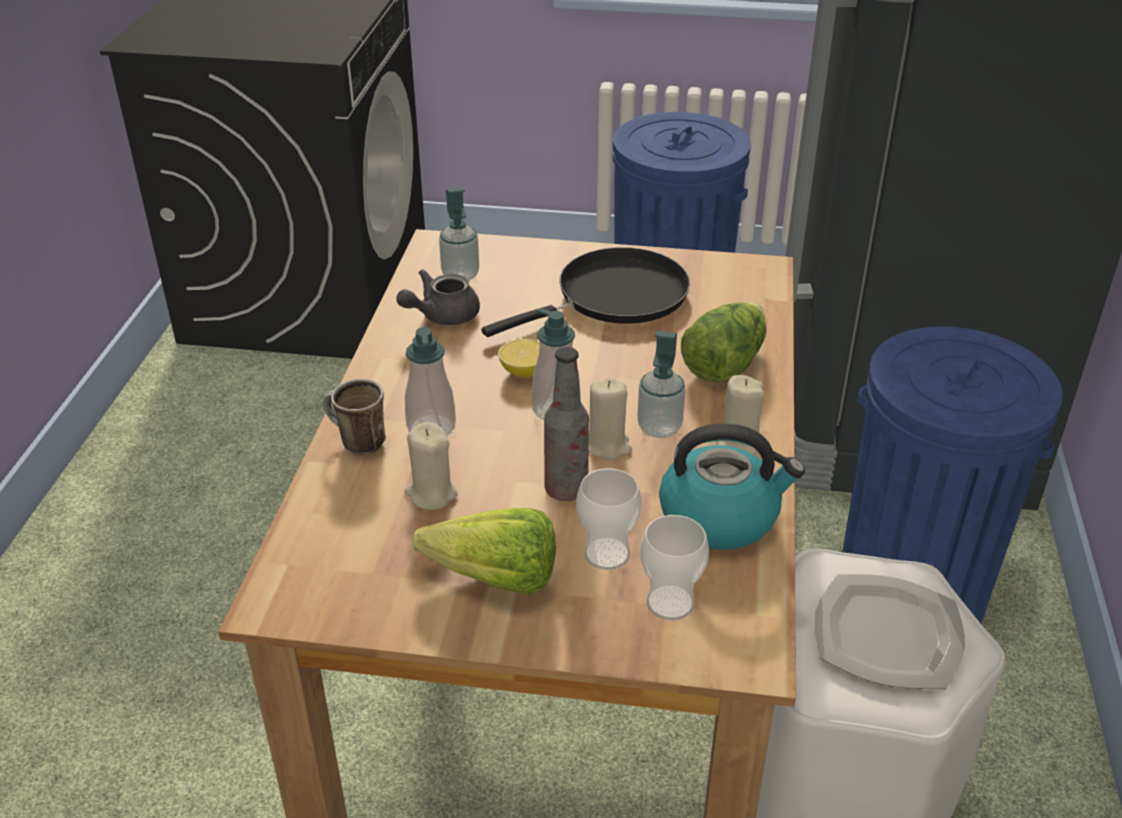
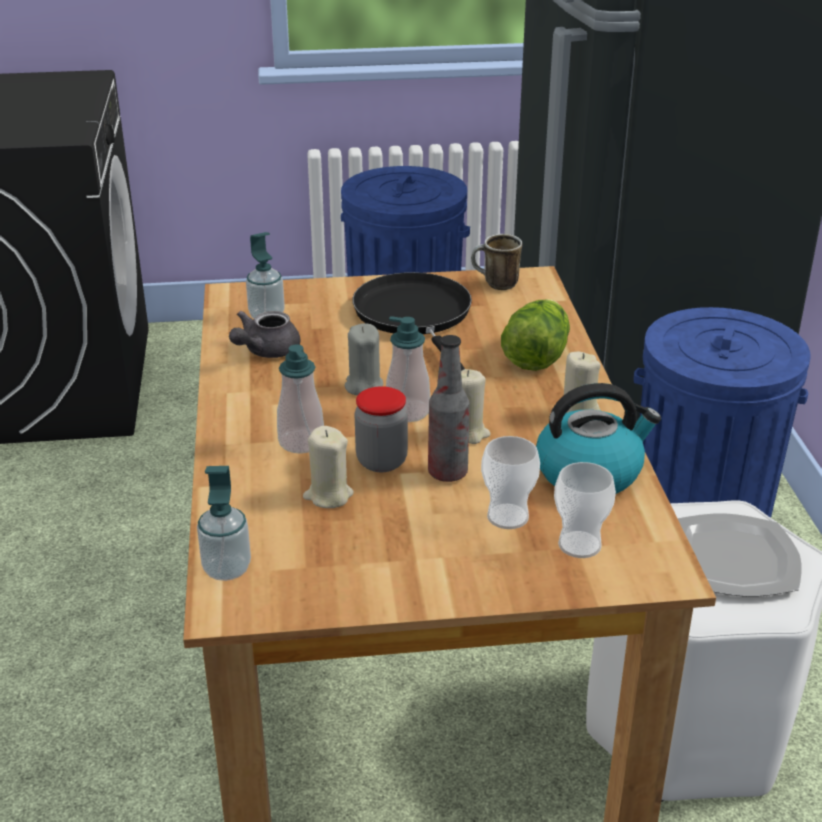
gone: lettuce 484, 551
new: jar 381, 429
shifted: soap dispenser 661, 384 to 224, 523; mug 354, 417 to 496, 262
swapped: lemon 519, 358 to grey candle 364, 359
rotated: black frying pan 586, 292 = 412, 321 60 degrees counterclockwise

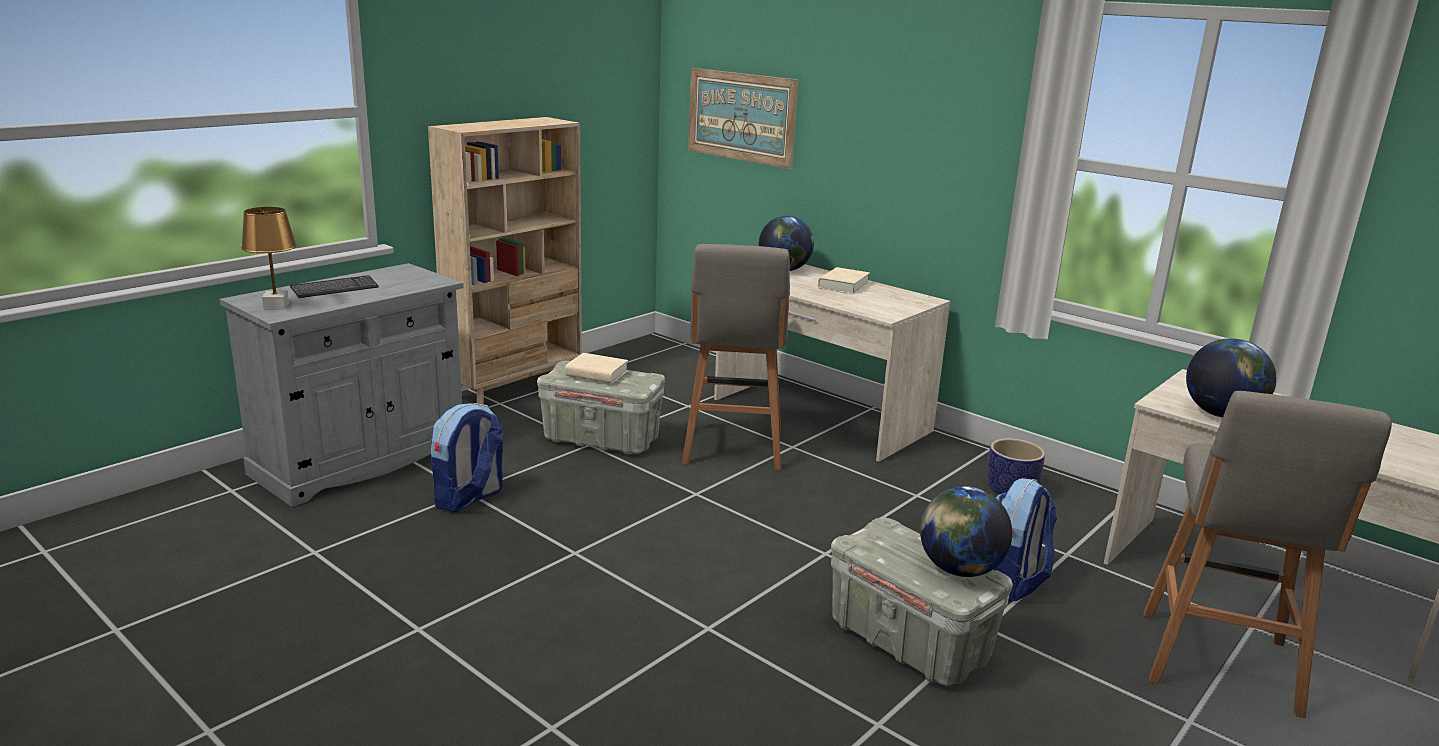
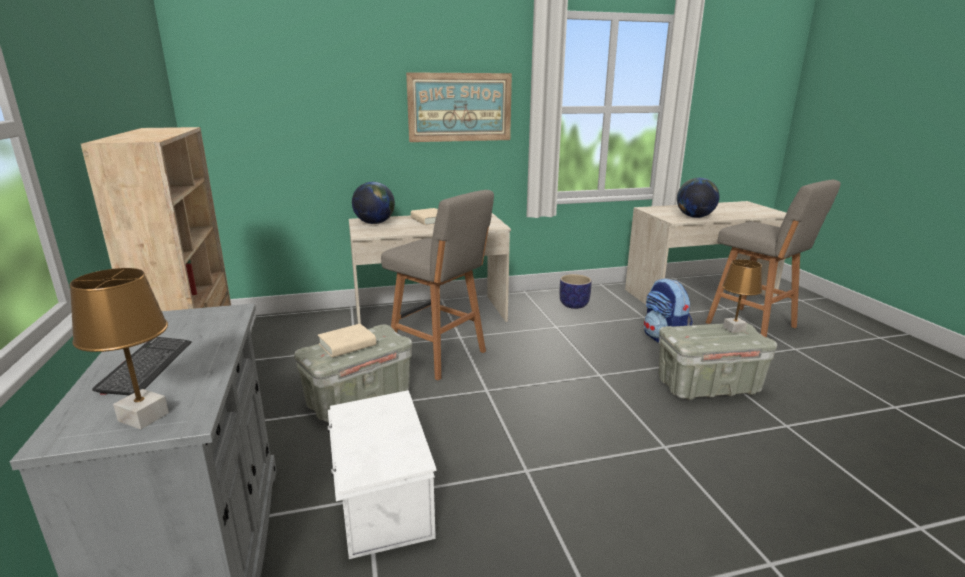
shifted: picture 743, 118 to 459, 107
swapped: backpack 466, 457 to white storage box 382, 474; globe 966, 531 to brown table lamp 742, 296

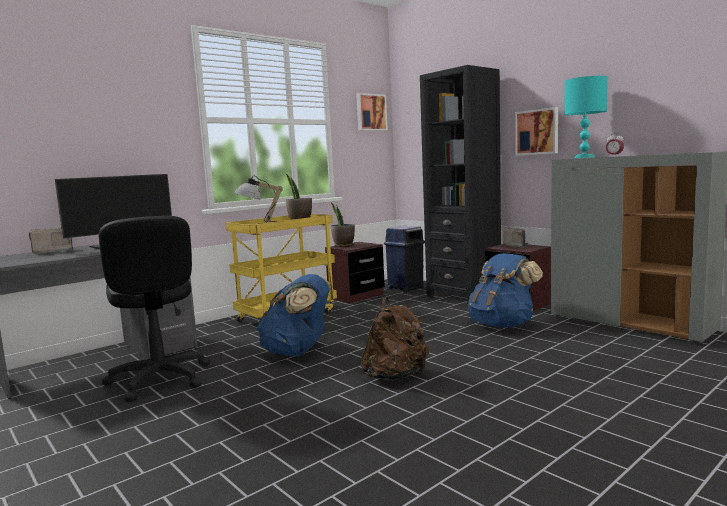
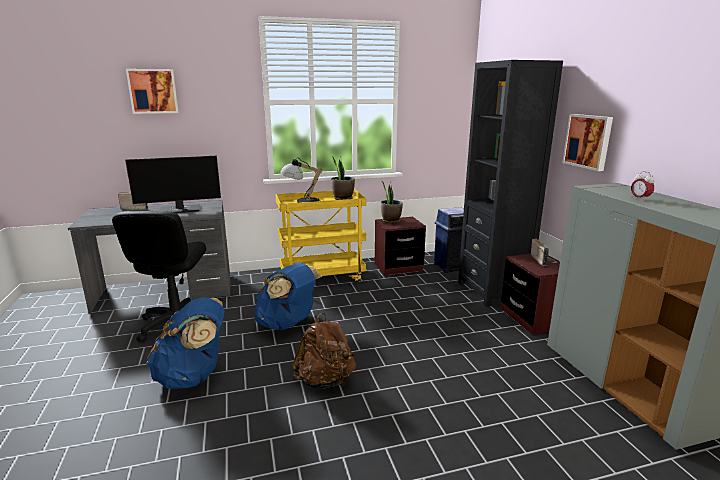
gone: turquoise table lamp 586, 117
shifted: picture 372, 112 to 152, 91; blue backpack 505, 290 to 185, 343

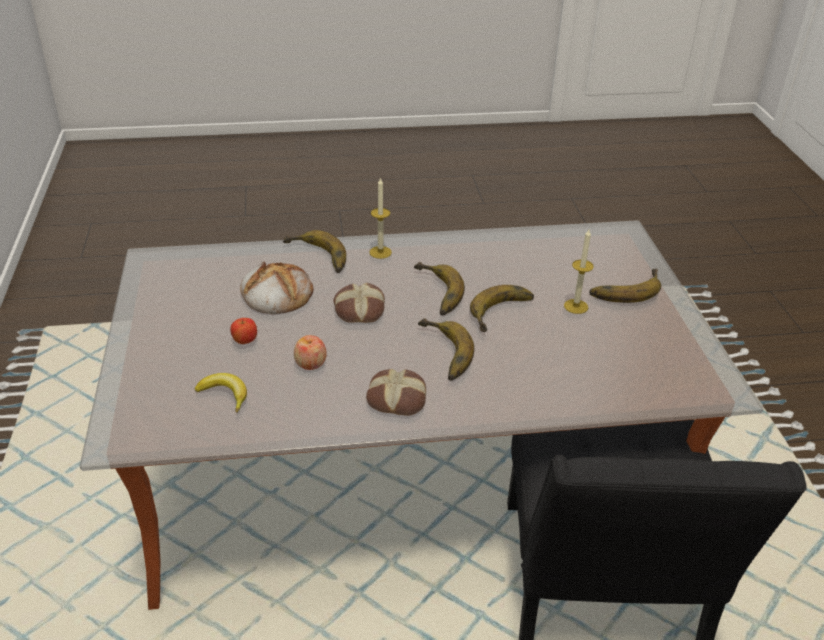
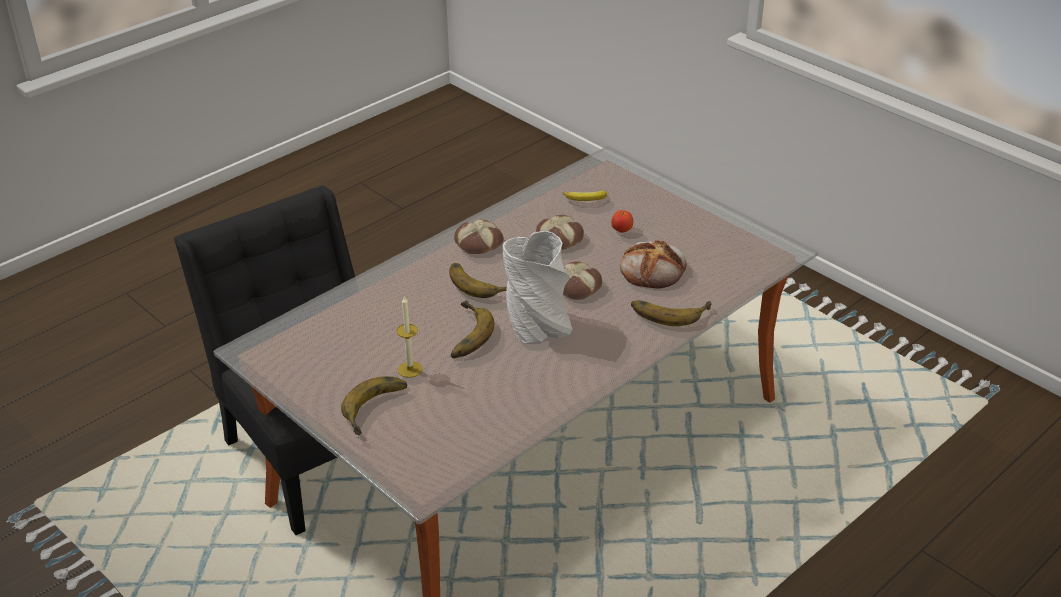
gone: candle 380, 218
swapped: banana 439, 288 to grey vase 538, 287; apple 310, 352 to bread 560, 232

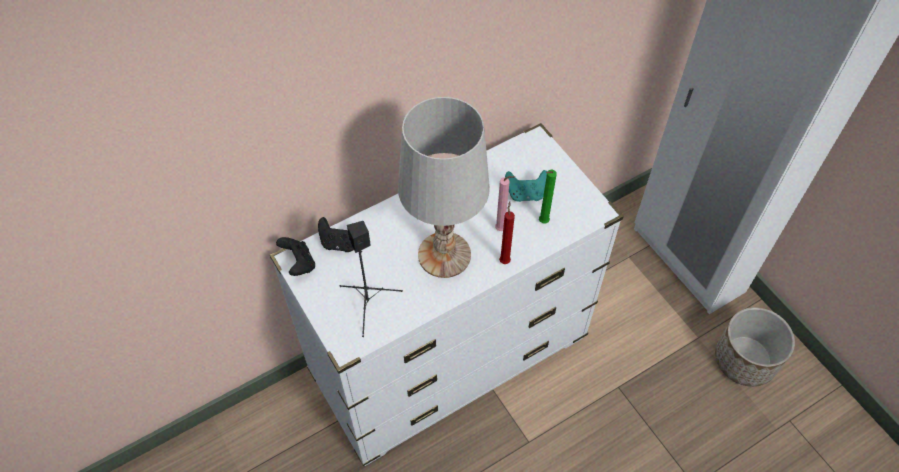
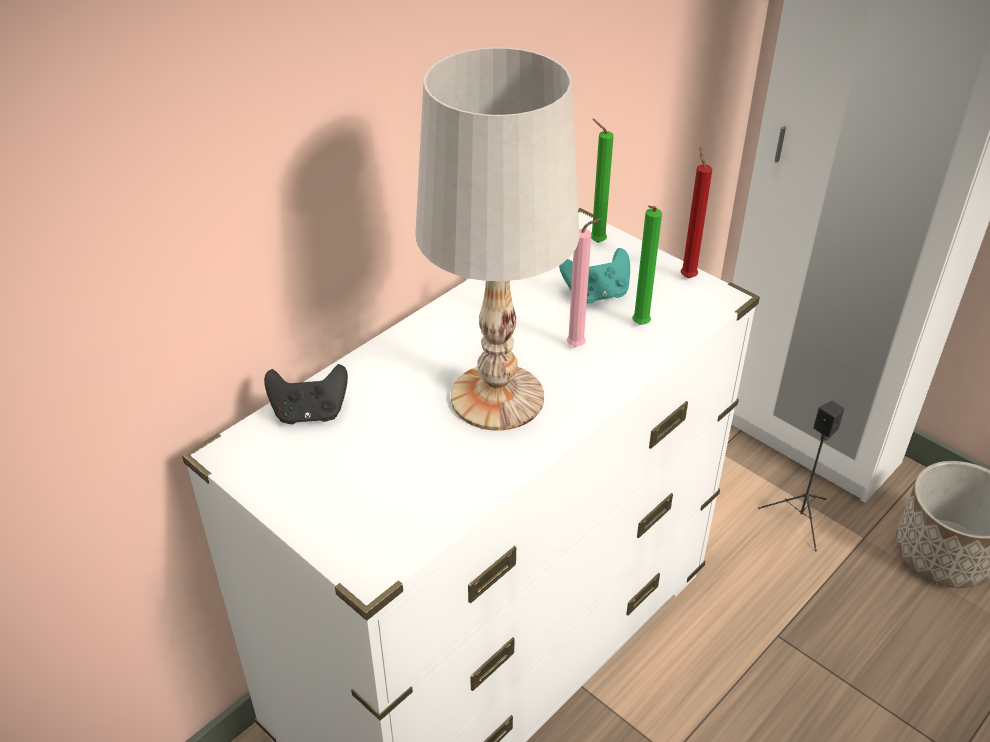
gone: black game controller 295, 256
new: green candle 602, 181
shifted: red candle 507, 232 to 696, 212; black speaker 371, 279 to 801, 476

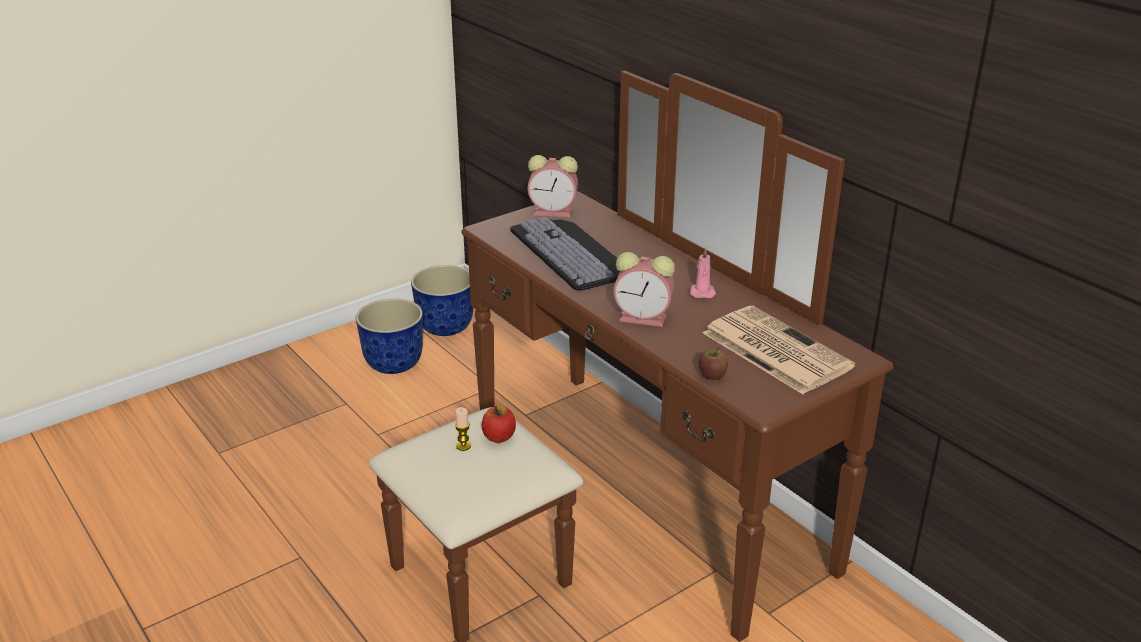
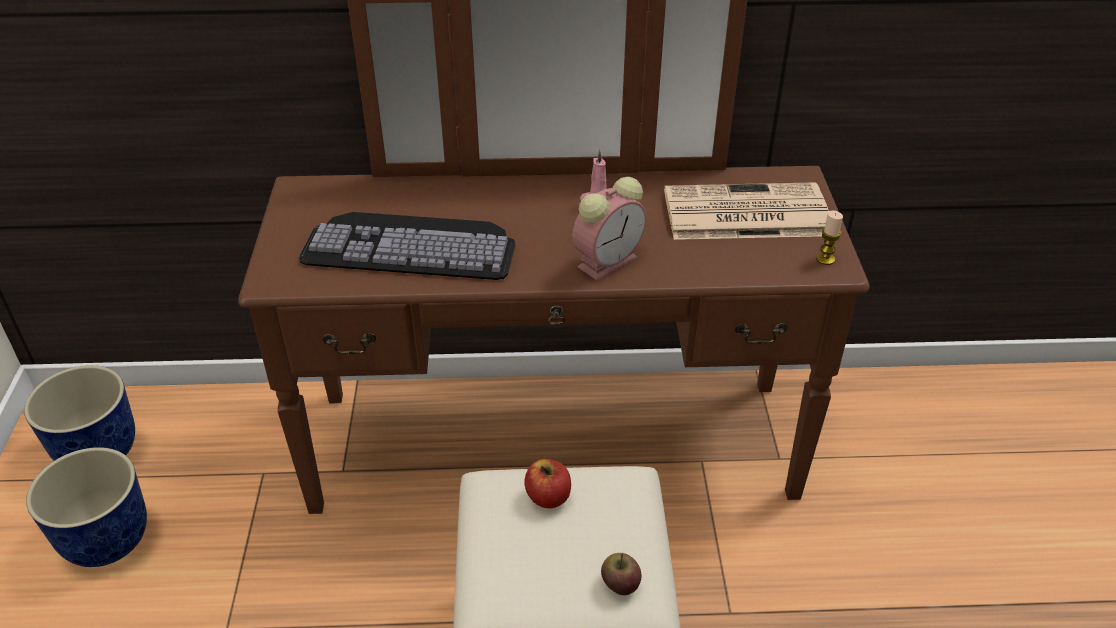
gone: alarm clock 553, 186
shifted: apple 713, 364 to 621, 574; candle 463, 429 to 829, 238

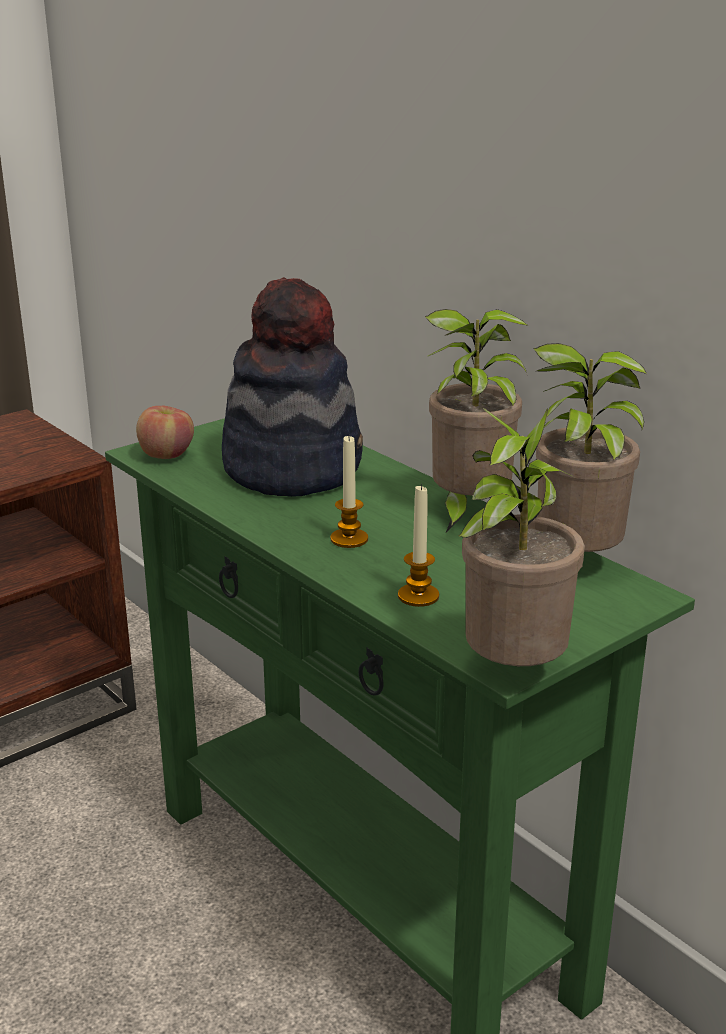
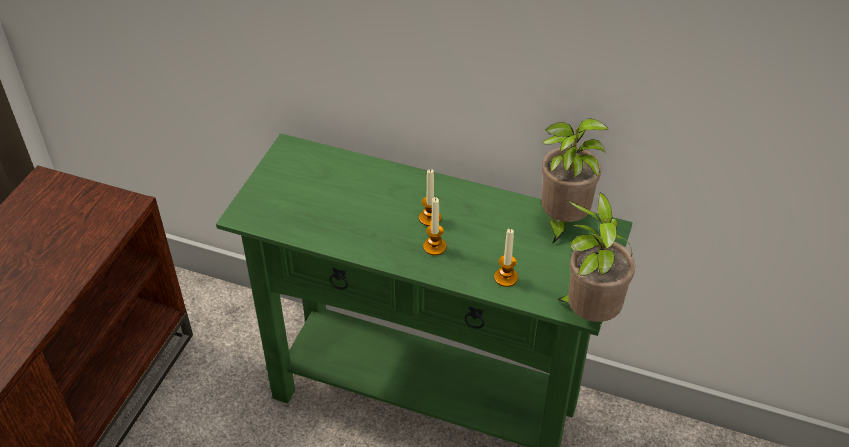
gone: apple 165, 432; hat 292, 387; potted plant 476, 420
new: candle 430, 197

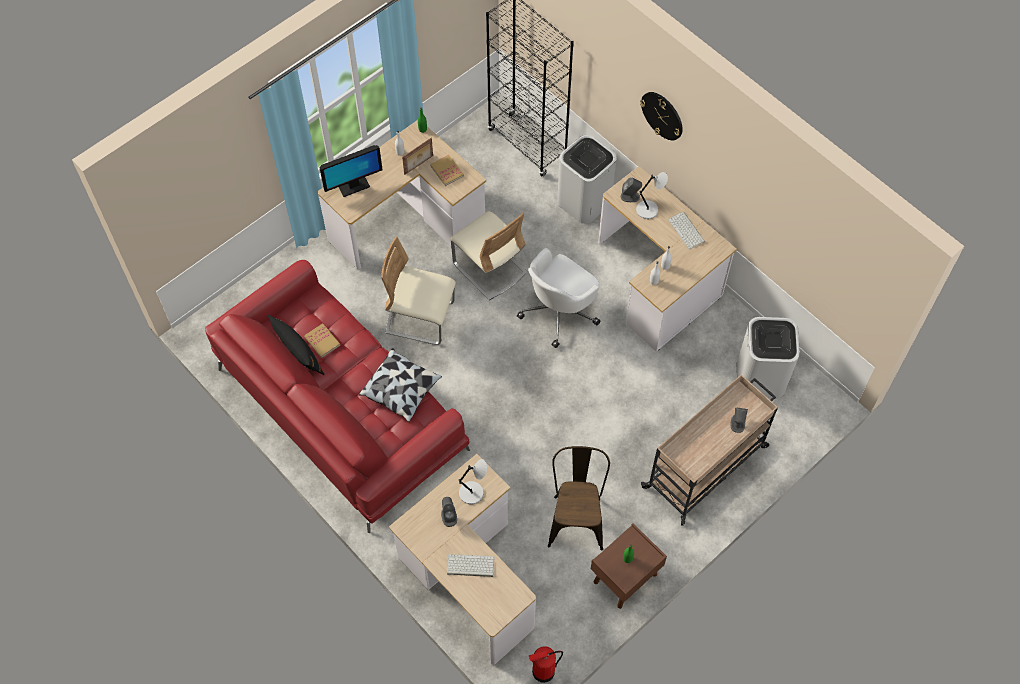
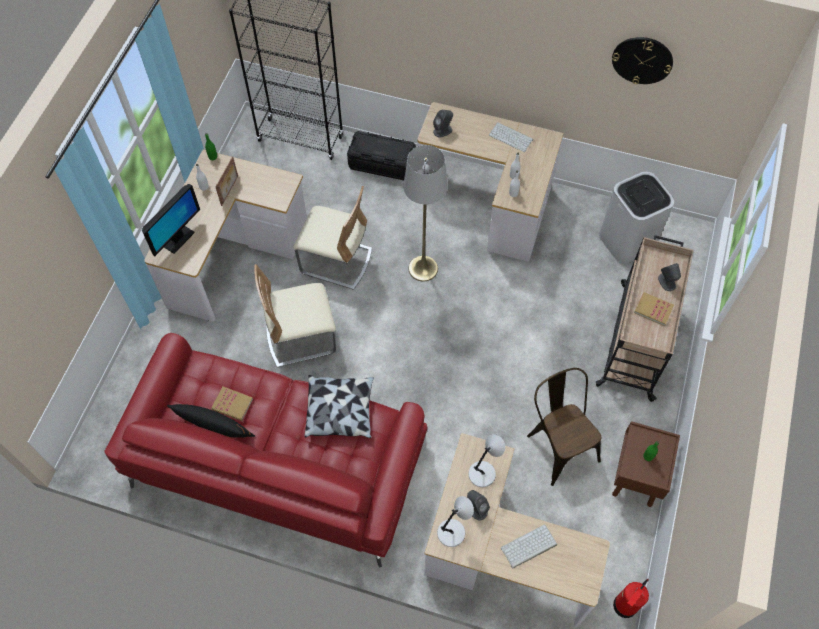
shifted: grey table lamp 652, 195 to 455, 521; wall clock 661, 116 to 642, 60; book 447, 170 to 654, 309
swapped: white trash can 587, 179 to black storage box 381, 155; white office chair 558, 298 to grey floor lamp 425, 213

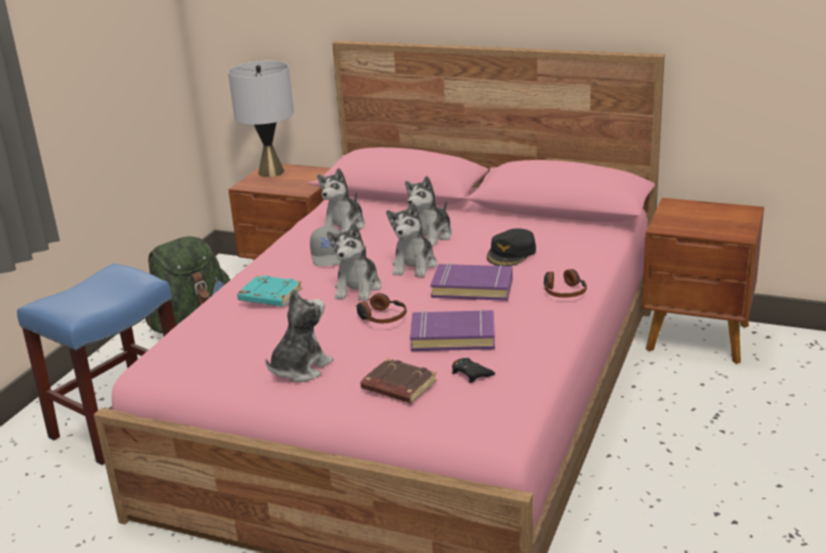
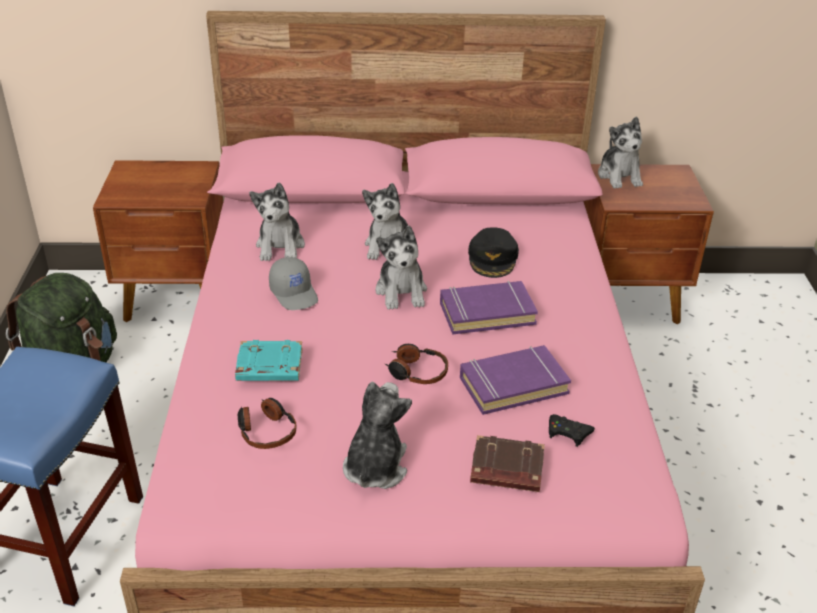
gone: grey table lamp 261, 119
shifted: headphones 565, 283 to 267, 423; plush toy 354, 262 to 620, 152

